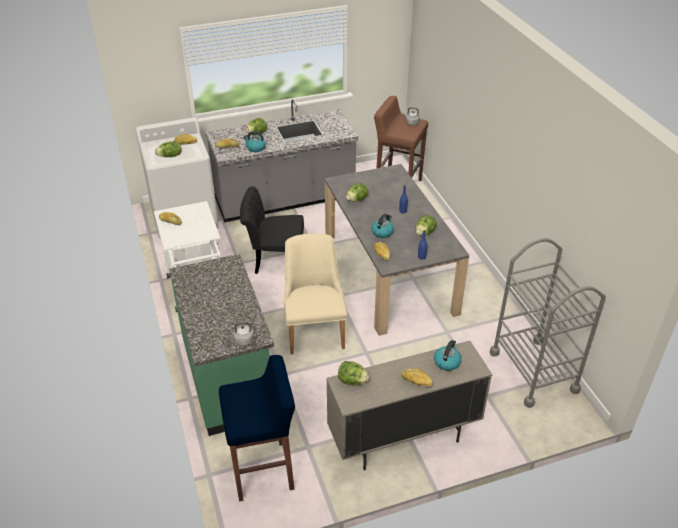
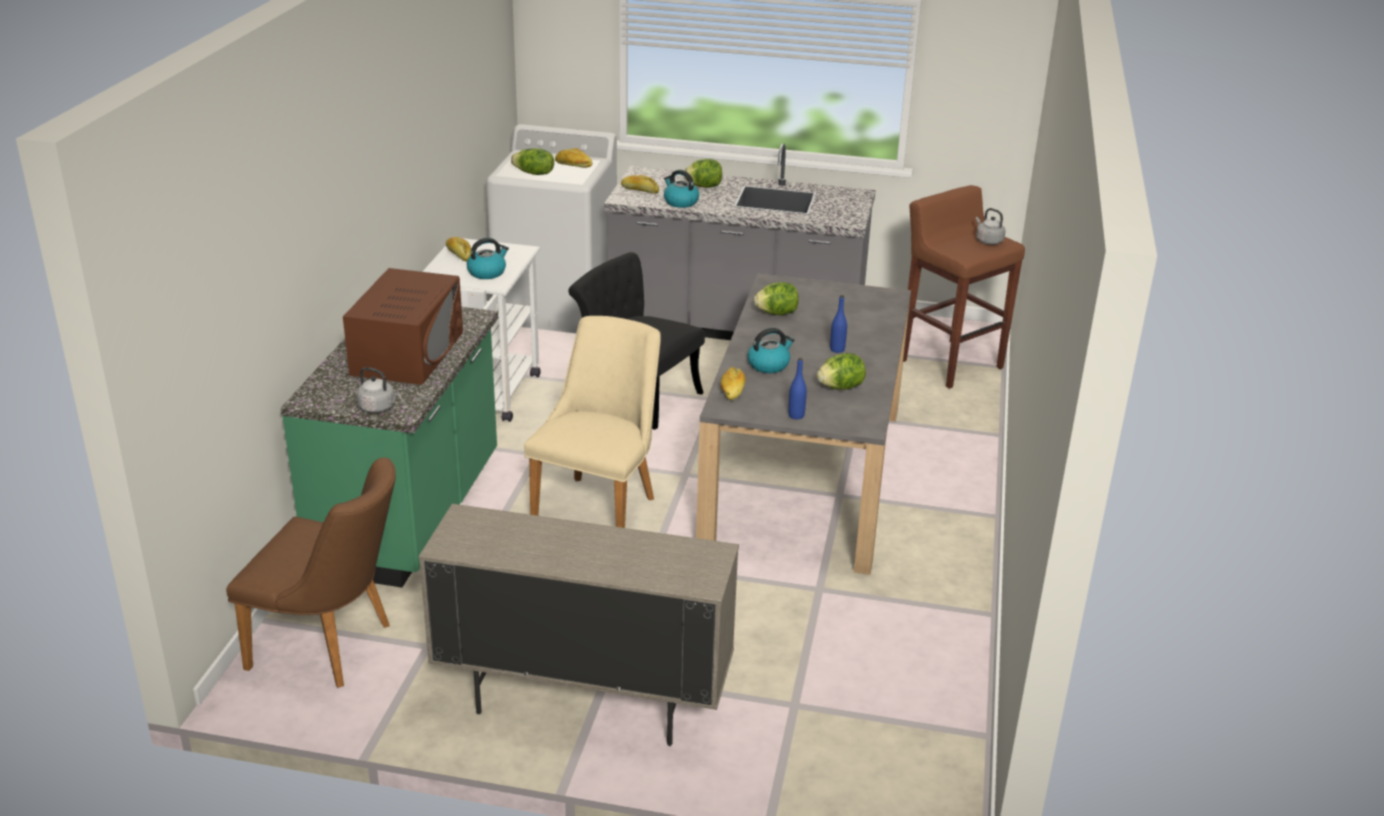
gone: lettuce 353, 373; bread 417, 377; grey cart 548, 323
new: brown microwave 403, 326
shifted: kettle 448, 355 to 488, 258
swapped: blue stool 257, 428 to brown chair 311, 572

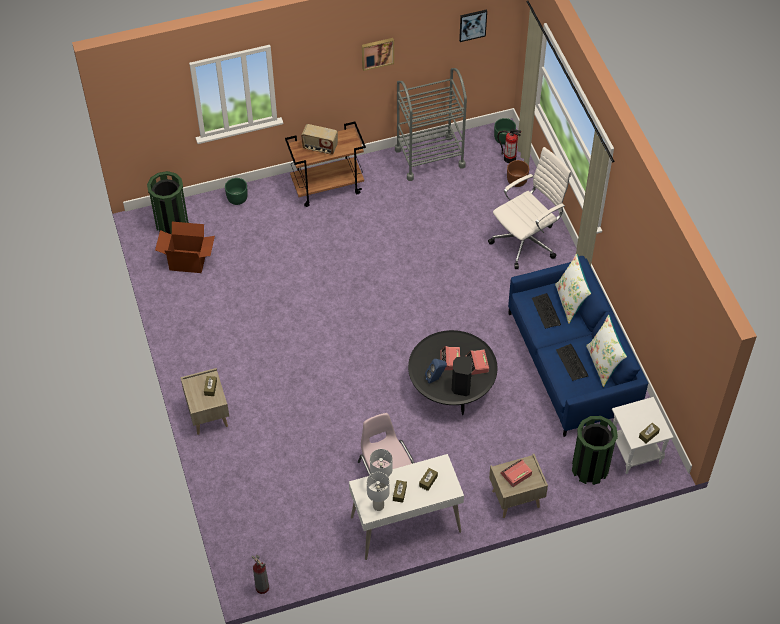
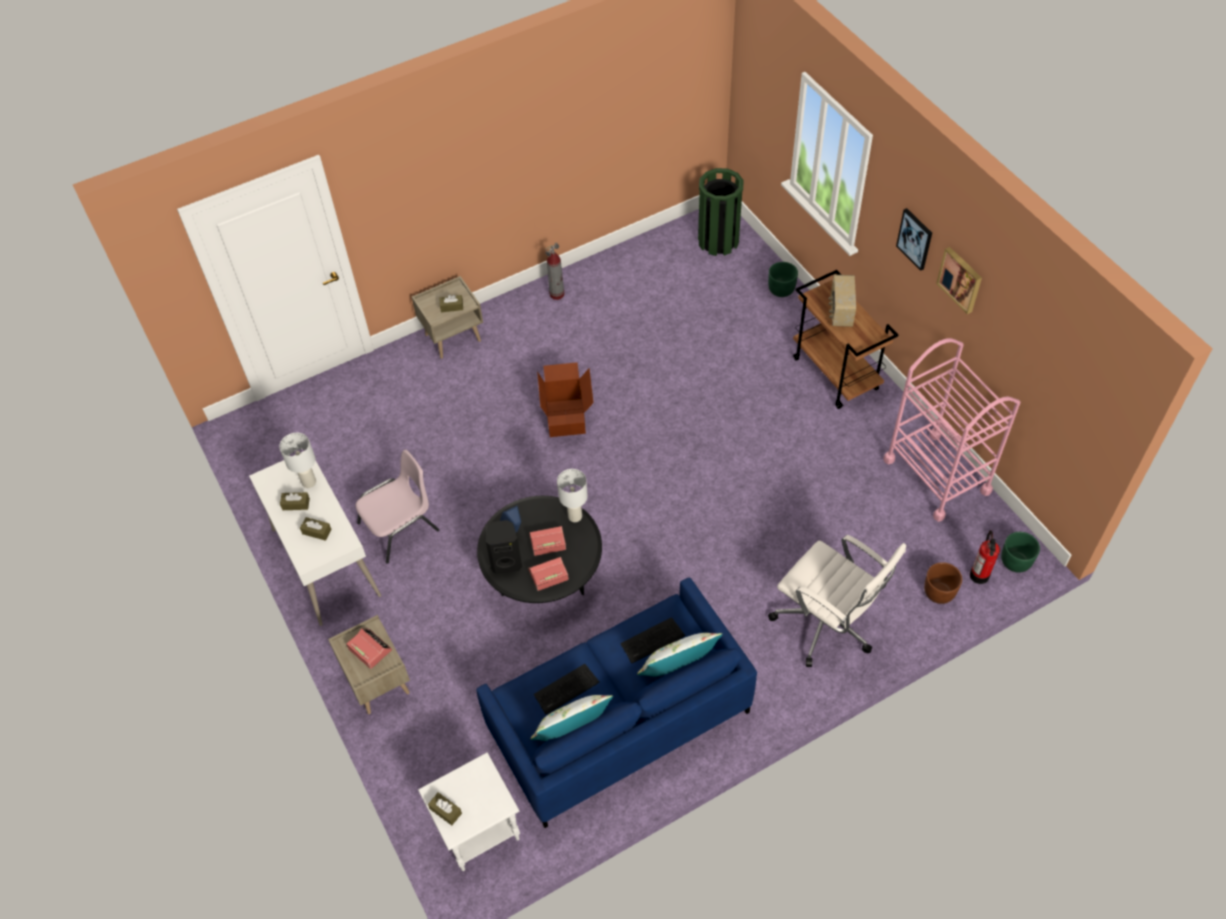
gone: green trash can 595, 450
shifted: cardboard box 185, 247 to 565, 399; fire extinguisher 260, 574 to 554, 271; white table lamp 378, 491 to 572, 495; picture 473, 25 to 914, 239
repainted: grey cart 431, 124 to pink cart 951, 430

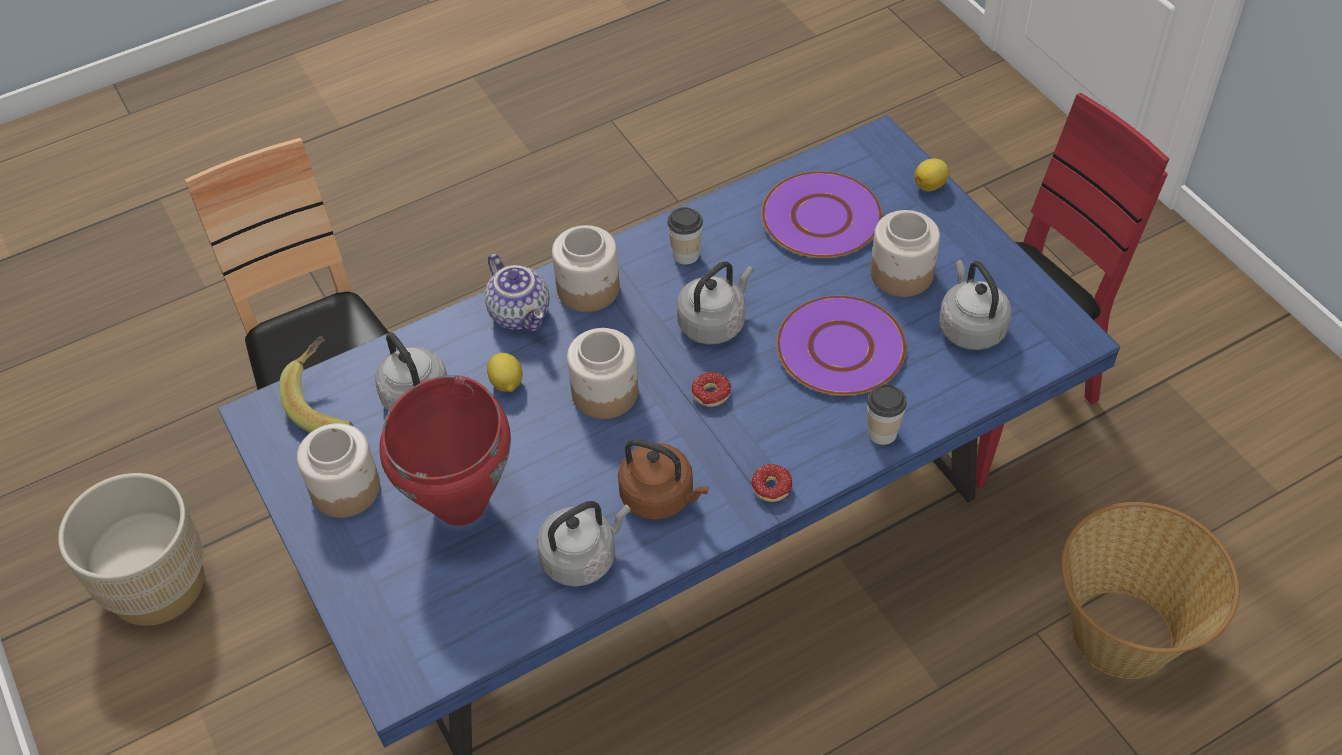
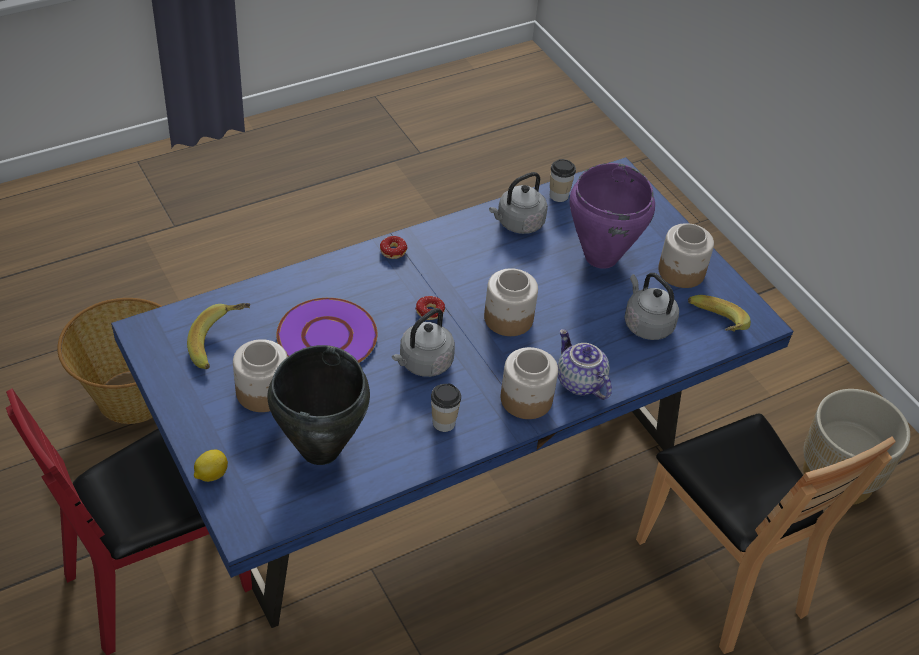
gone: lemon 504, 372; brown kettle 663, 479
shifted: cup 887, 414 to 563, 180
swapped: grey kettle 975, 305 to banana 218, 336; purple plate 822, 214 to black cooking pot 318, 405
repainted: red cooking pot 445, 450 to purple cooking pot 612, 216

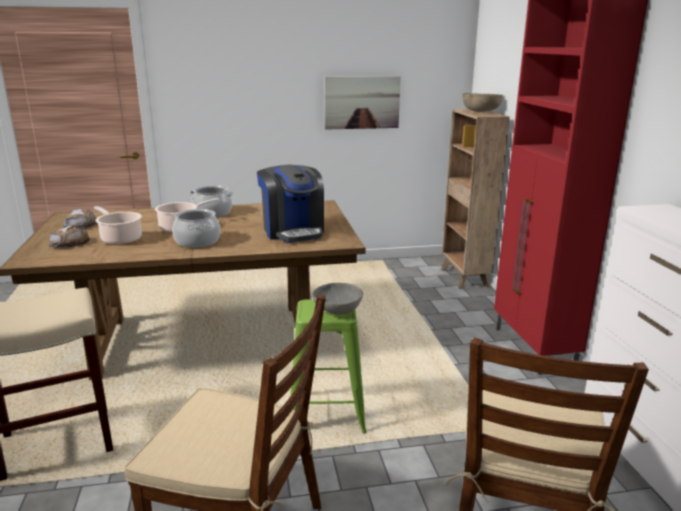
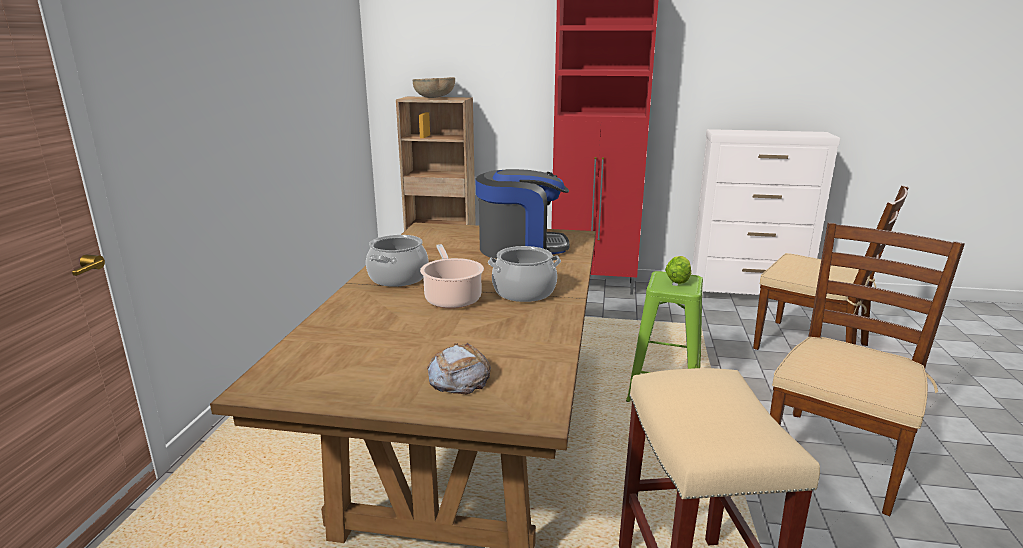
gone: bread 80, 219; cooking pot 118, 225; picture 362, 103
swapped: grey bowl 337, 299 to lettuce 678, 270

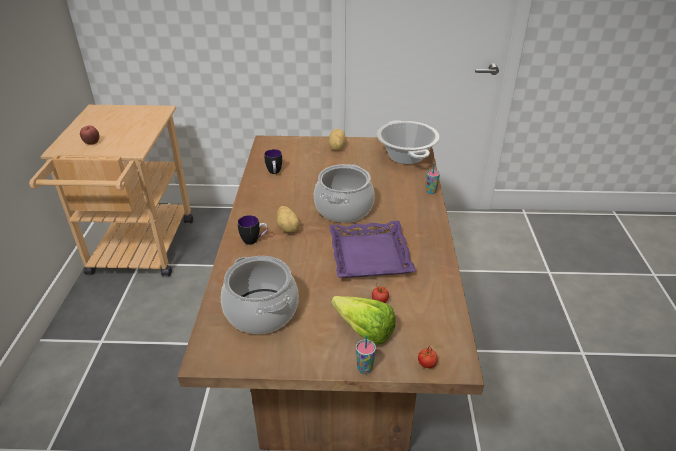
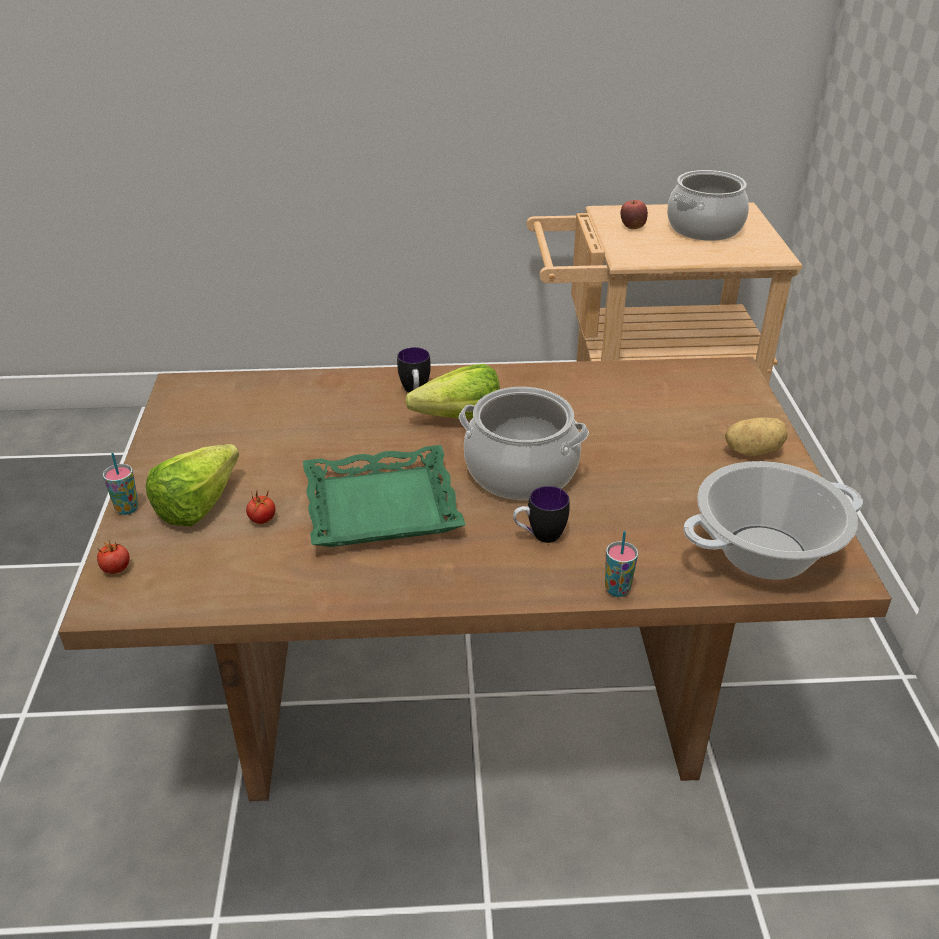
shifted: mug 273, 161 to 541, 514; cooking pot 260, 295 to 708, 205
swapped: potato 288, 219 to lettuce 452, 391
repainted: purple tray 372, 249 to green tray 384, 496

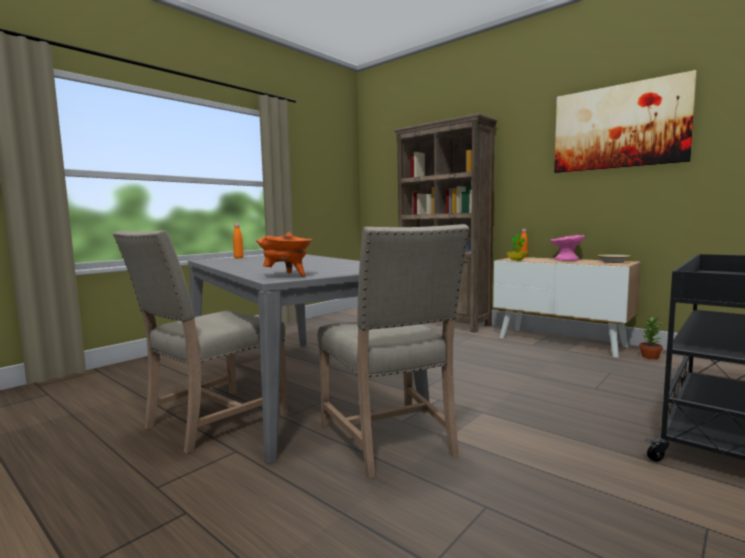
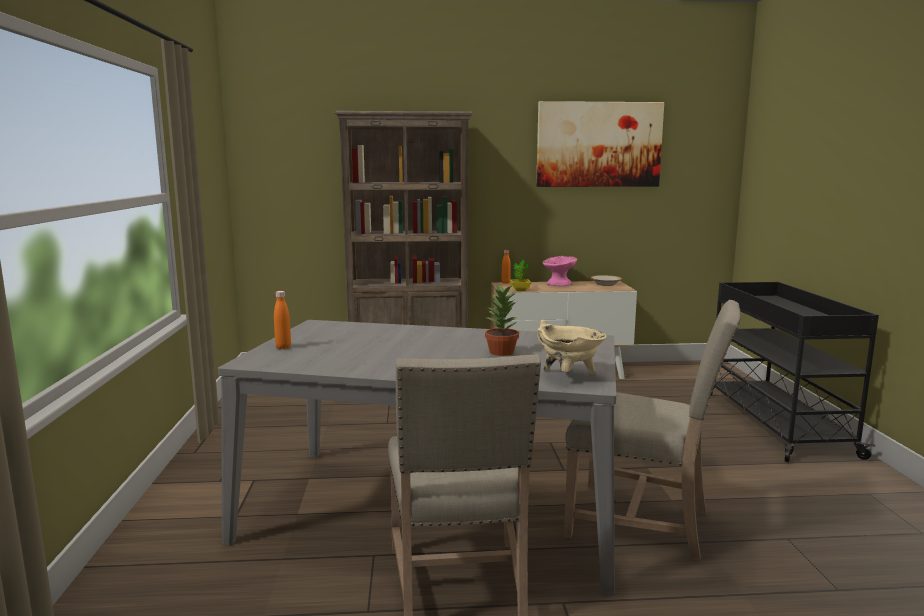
shifted: potted plant 651, 338 to 502, 320
repainted: orange cooking pot 284, 254 to beige cooking pot 572, 347

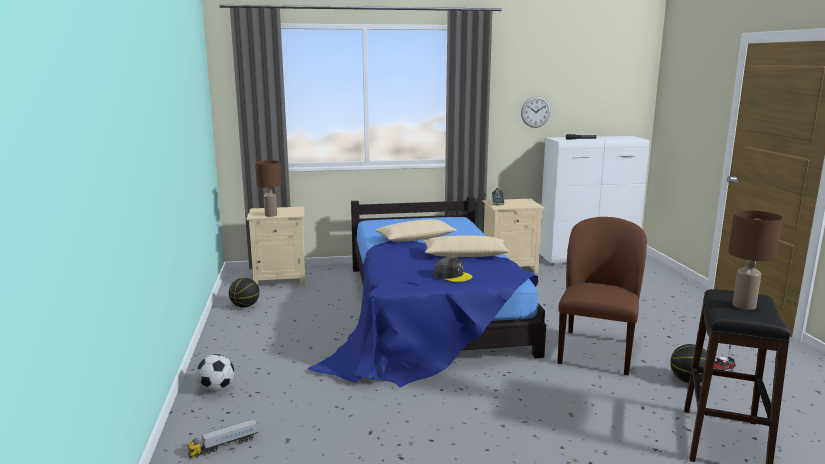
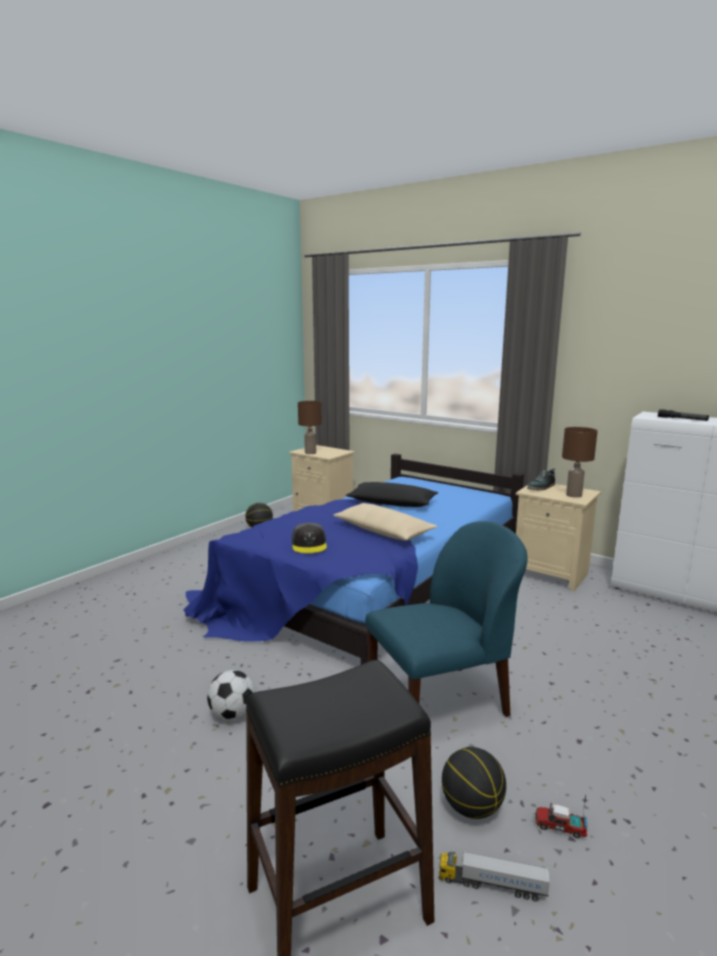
gone: wall clock 536, 112
shifted: football 215, 373 to 231, 695; toy truck 222, 438 to 494, 876; brown table lamp 755, 260 to 580, 462
repainted: beige pillow 416, 230 to black pillow 392, 494; brown chair 602, 296 to blue chair 446, 619

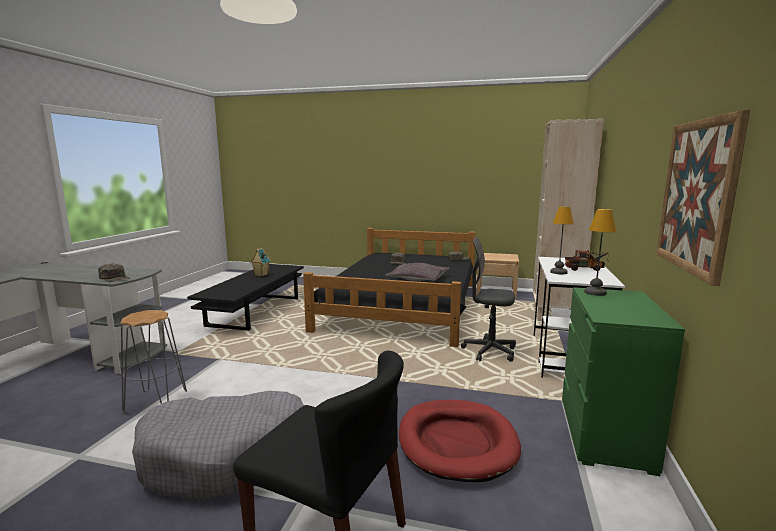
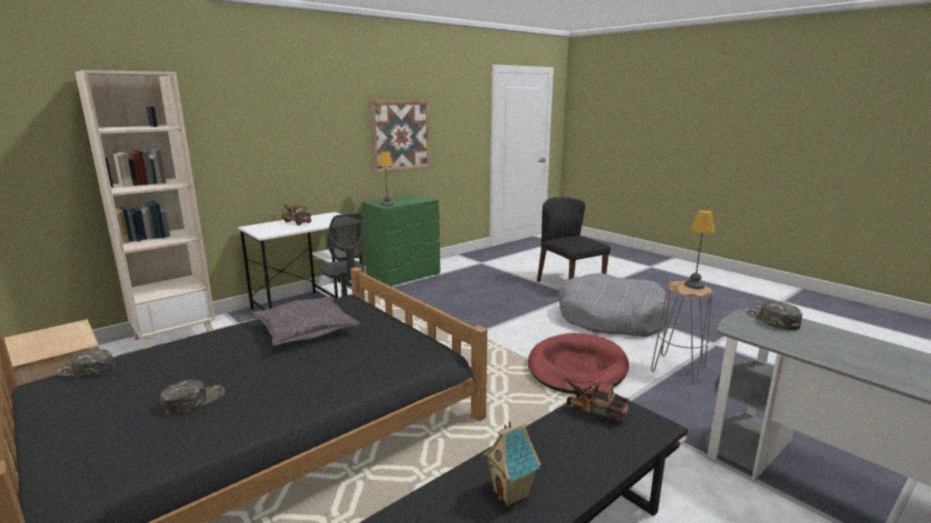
new: toy truck 595, 401
shifted: red dog bed 460, 441 to 578, 363; table lamp 562, 240 to 700, 249

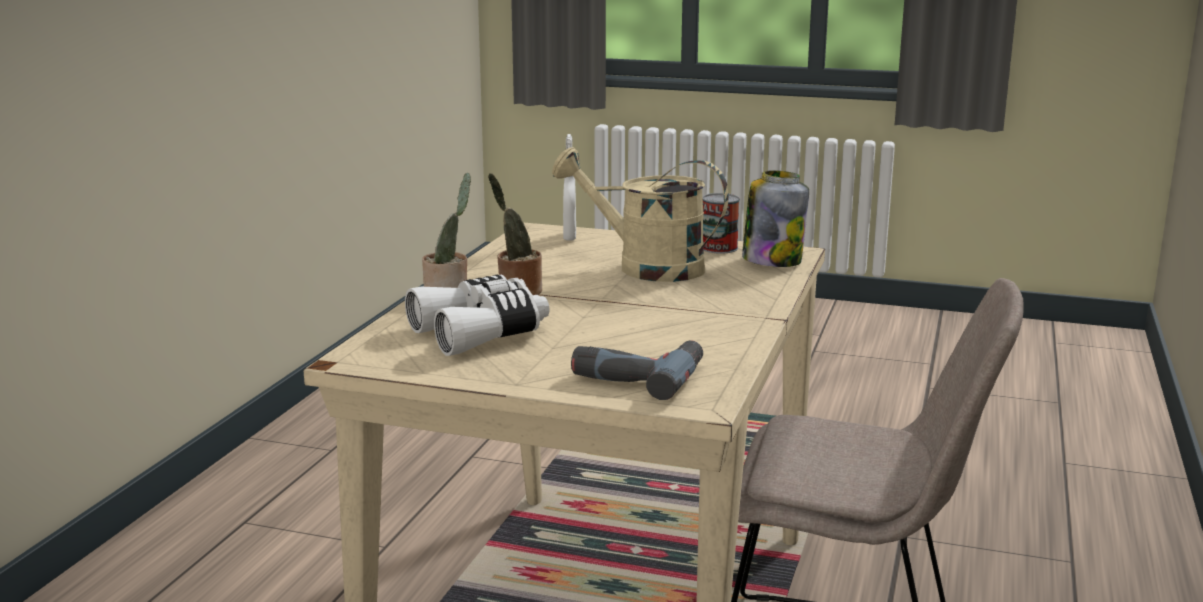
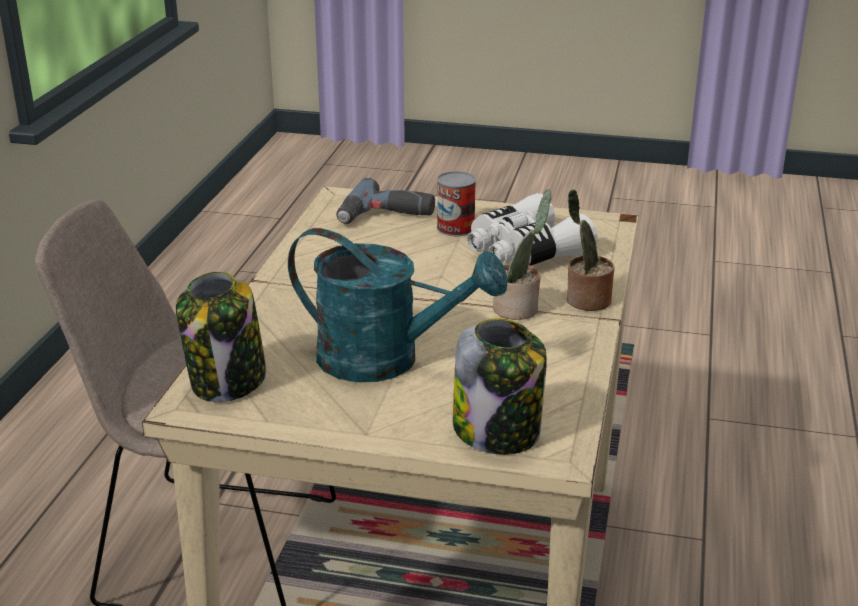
shifted: can 721, 223 to 456, 203
swapped: white spray bottle 569, 187 to jar 500, 386
repainted: beige watering can 640, 214 to turquoise watering can 398, 305

